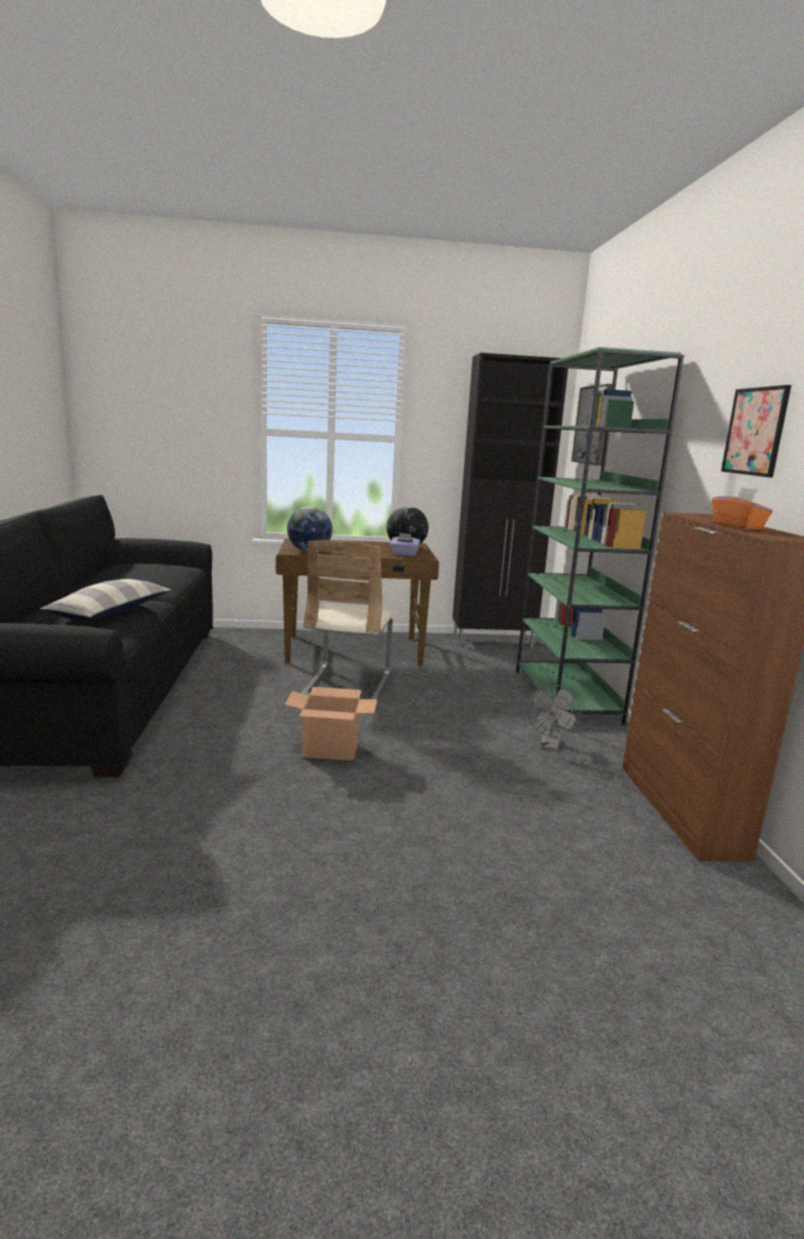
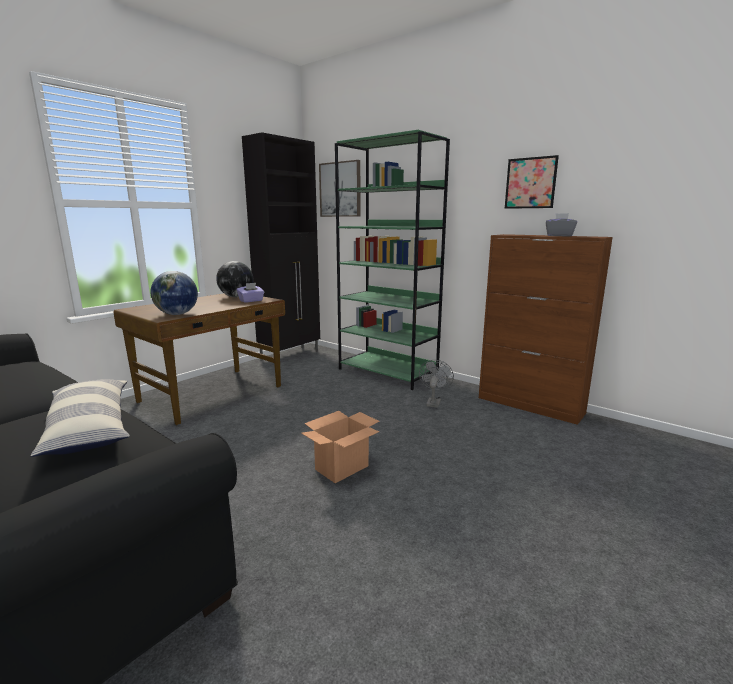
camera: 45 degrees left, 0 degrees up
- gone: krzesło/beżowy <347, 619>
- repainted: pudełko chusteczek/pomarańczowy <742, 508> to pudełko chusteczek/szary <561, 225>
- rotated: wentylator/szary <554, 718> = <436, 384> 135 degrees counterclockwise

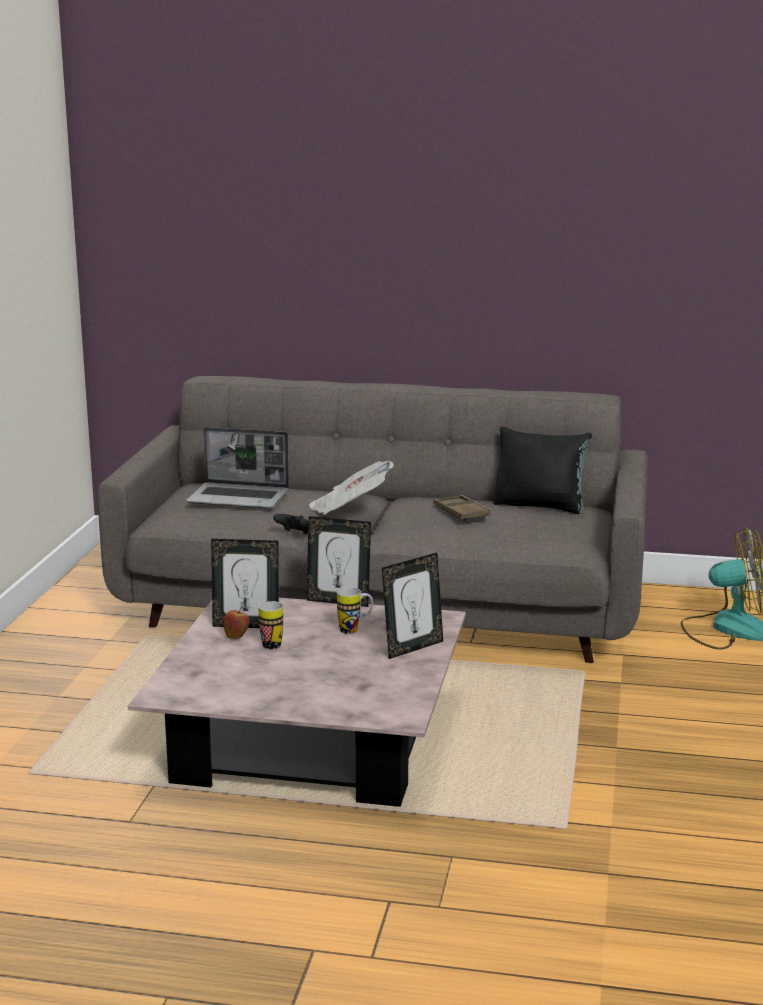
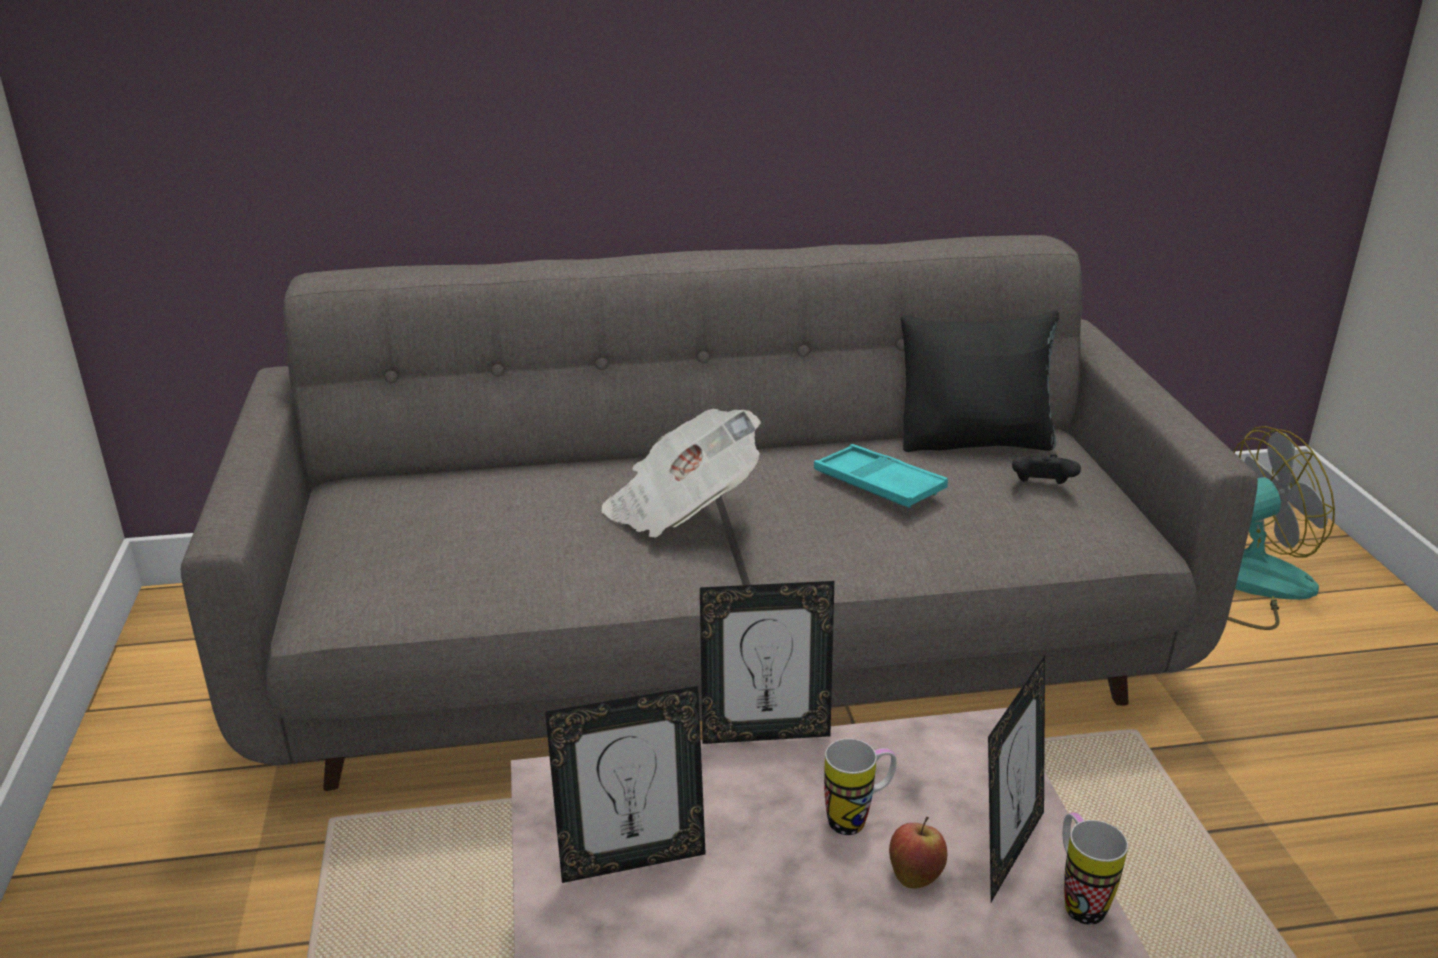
camera: 20 degrees left, 10 degrees up
- gone: laptop <237, 468>
- shifted: jabłko <236, 623> to <918, 852>
- shifted: kubek <270, 625> to <1095, 869>
- shifted: pad do gier/czarny <290, 524> to <1046, 469>
- repainted: taca/brązowy <462, 508> to taca/turkusowy <881, 476>

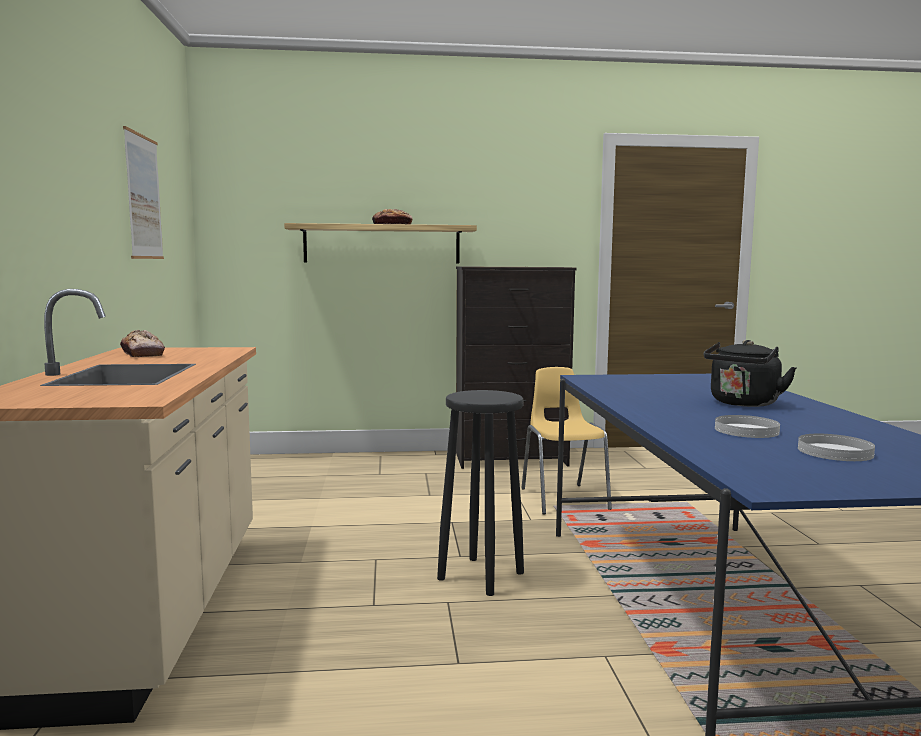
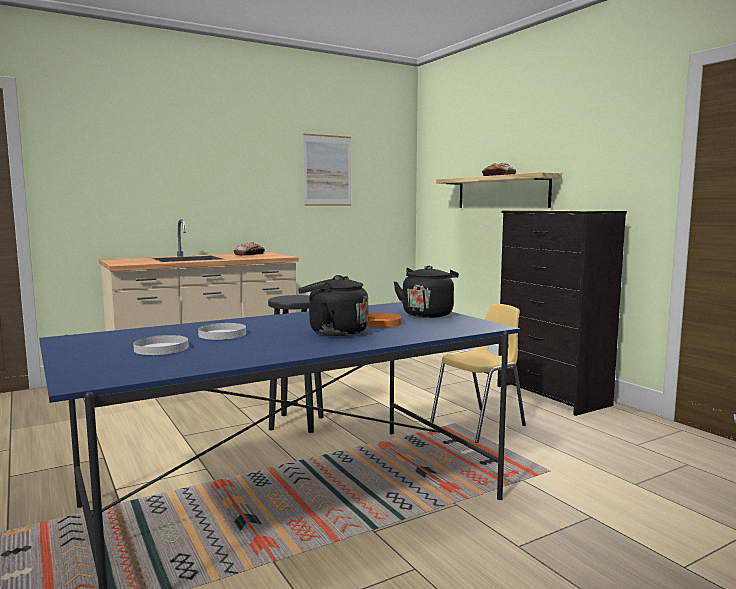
camera: 65 degrees right, 0 degrees up
- new: talerz/pomarańczowy <384, 320>
- new: czajnik/czarny <426, 292>

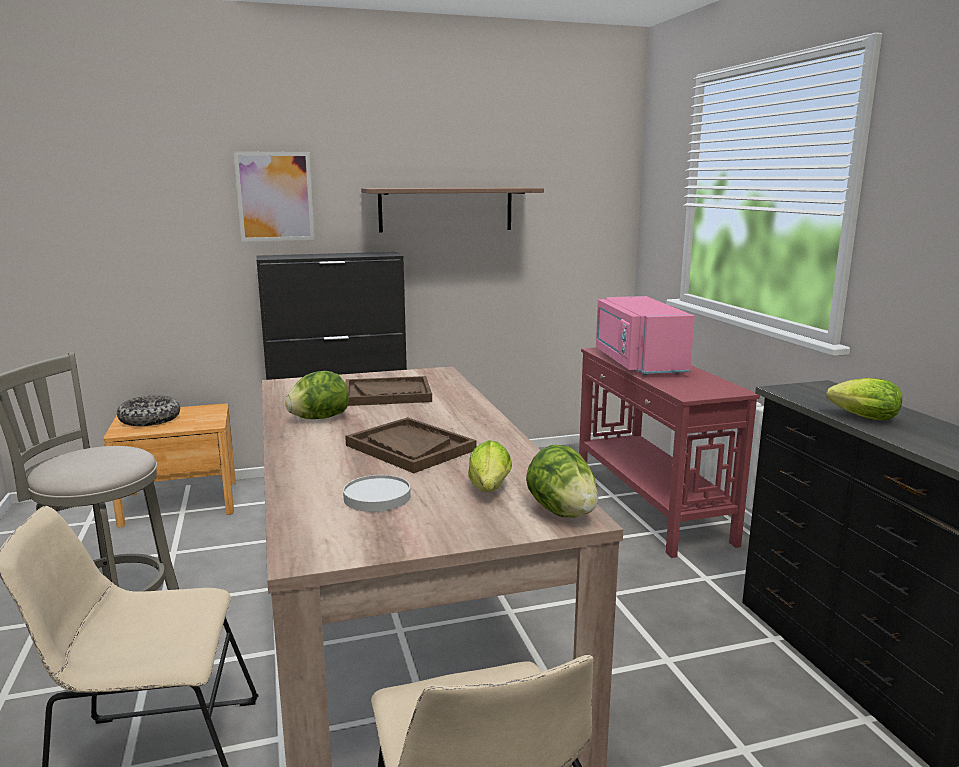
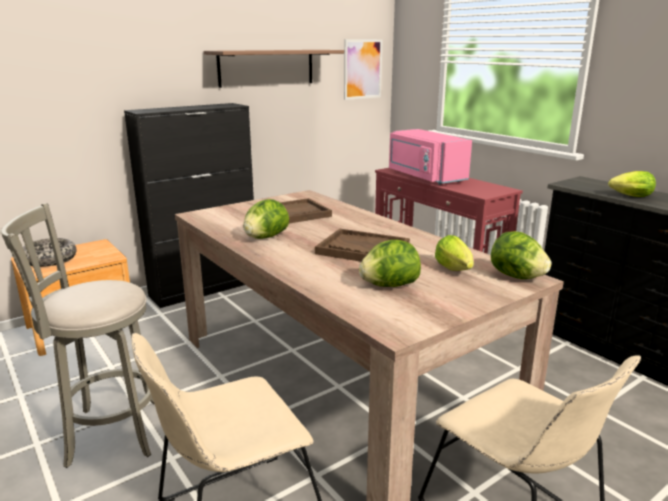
camera: 20 degrees left, 5 degrees up
- shifted: obraz <274, 196> to <363, 69>
- swapped: talerz/biały <377, 493> to sałata <390, 263>

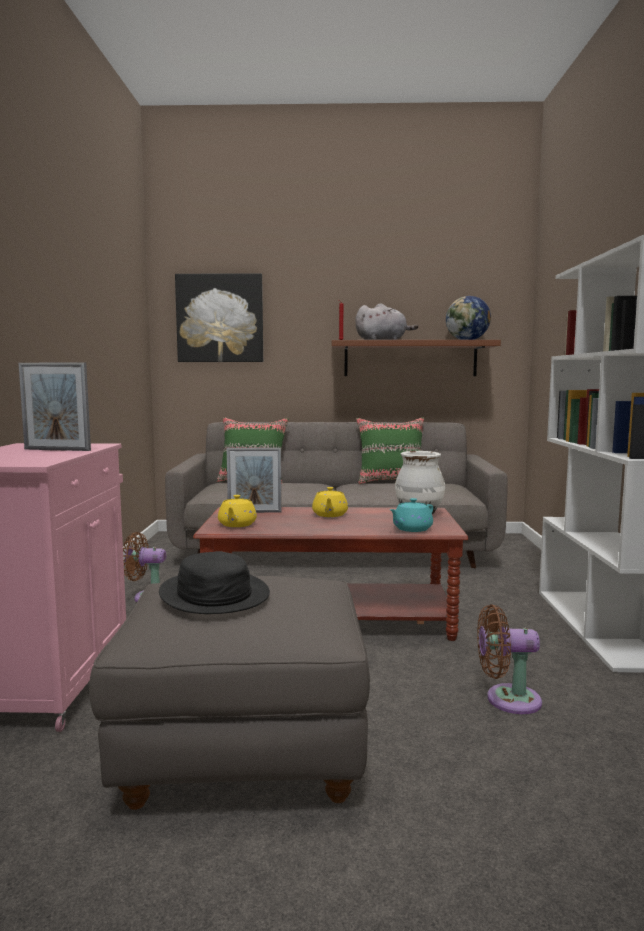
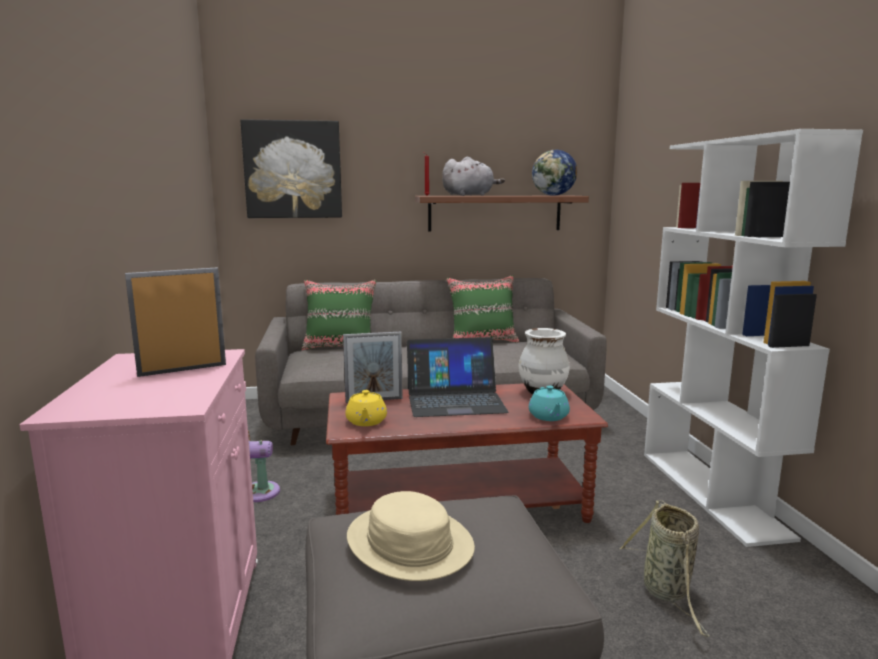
camera: 10 degrees left, 5 degrees up
- swapped: imbryk/żółty <330, 502> to laptop <458, 377>
- swapped: wentylator/brązowy <509, 659> to koszyk <664, 568>
- repainted: kapelusz/czarny <214, 583> to kapelusz/beżowy <411, 536>
- rotated: ramka na zdjęcie <54, 406> = <175, 322> 150 degrees clockwise
- rotated: imbryk/turkusowy <411, 515> = <549, 403> 45 degrees counterclockwise

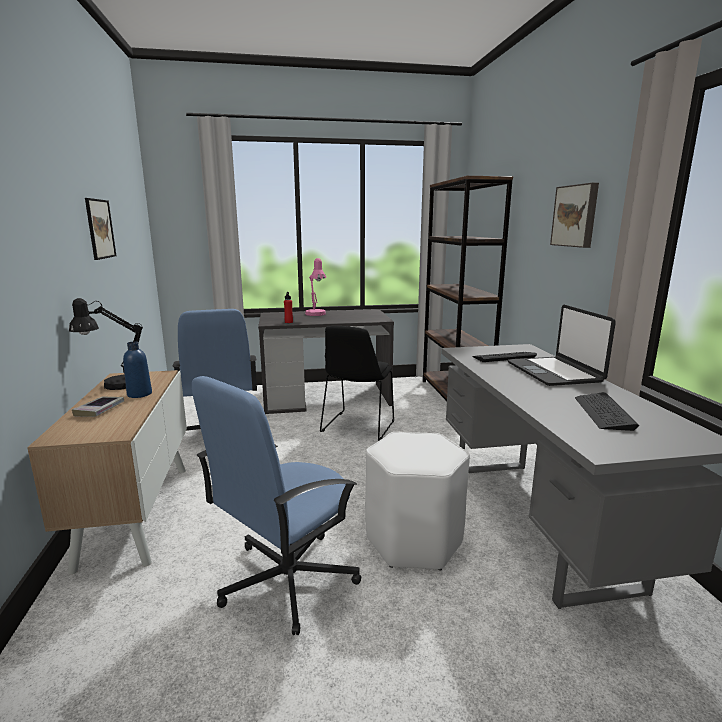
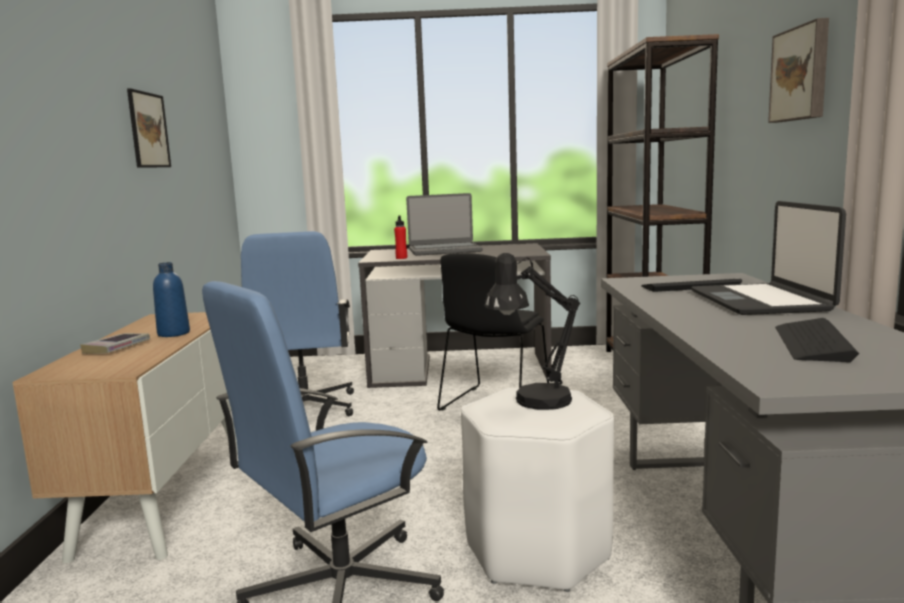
camera: 10 degrees right, 5 degrees down
- shifted: lampa stołowa/czarny <106, 344> to <532, 331>
- swapped: lampa stołowa/różowy <315, 287> to laptop <444, 224>

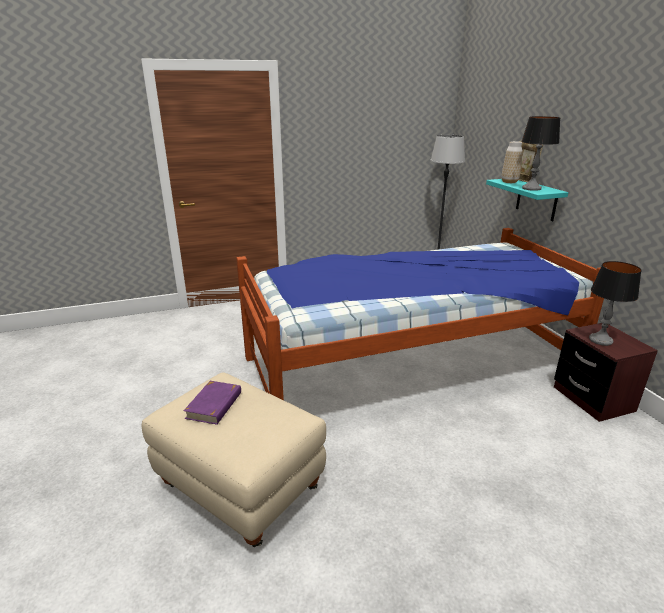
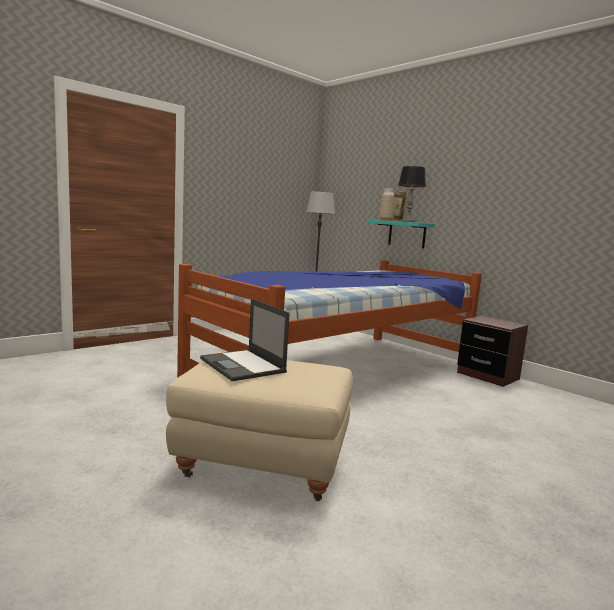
camera: 25 degrees left, 15 degrees down
- gone: lampa stołowa <615, 303>
- swapped: książka/fioletowy <212, 403> to laptop <245, 340>

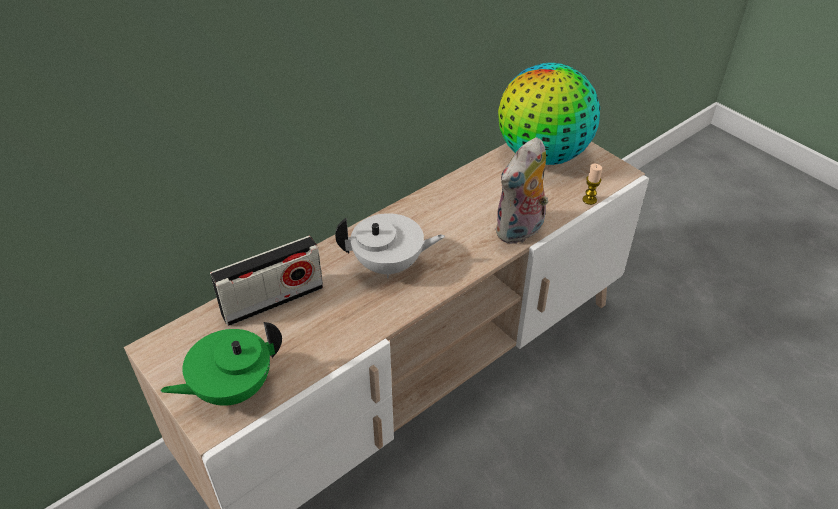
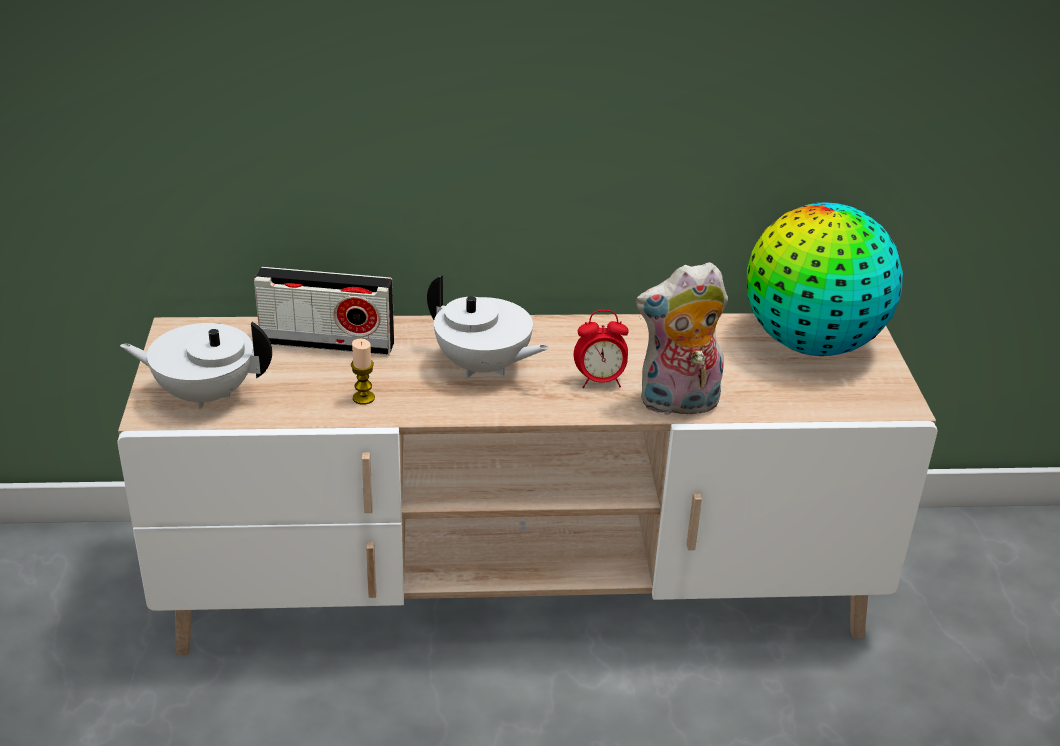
camera: 35 degrees right, 10 degrees down
- new: budzik <601, 349>
- shifted: świeca <592, 184> to <363, 372>
- repainted: imbryk/zielony <221, 364> to imbryk/biały <196, 365>

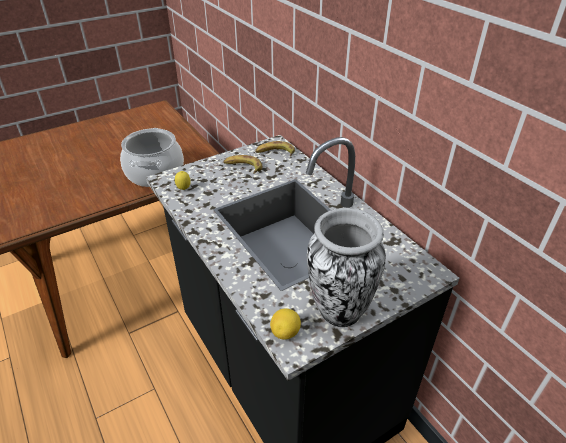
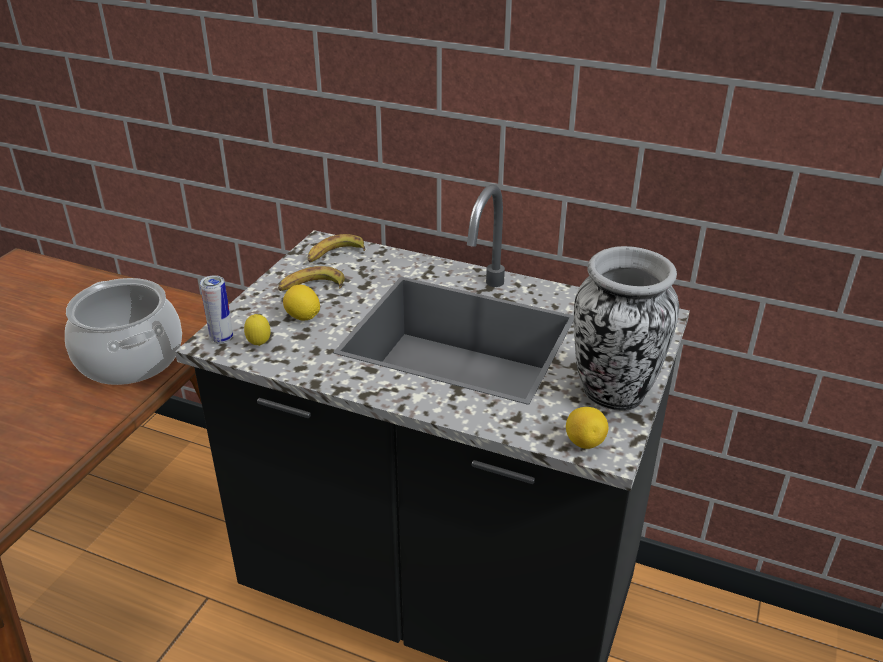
camera: 35 degrees left, 5 degrees down
- new: puszka <216, 309>
- new: cytryna <301, 303>

